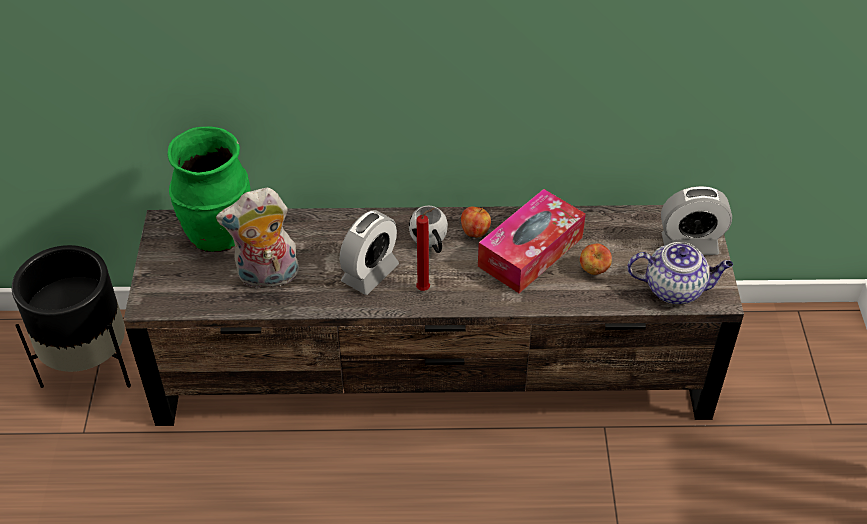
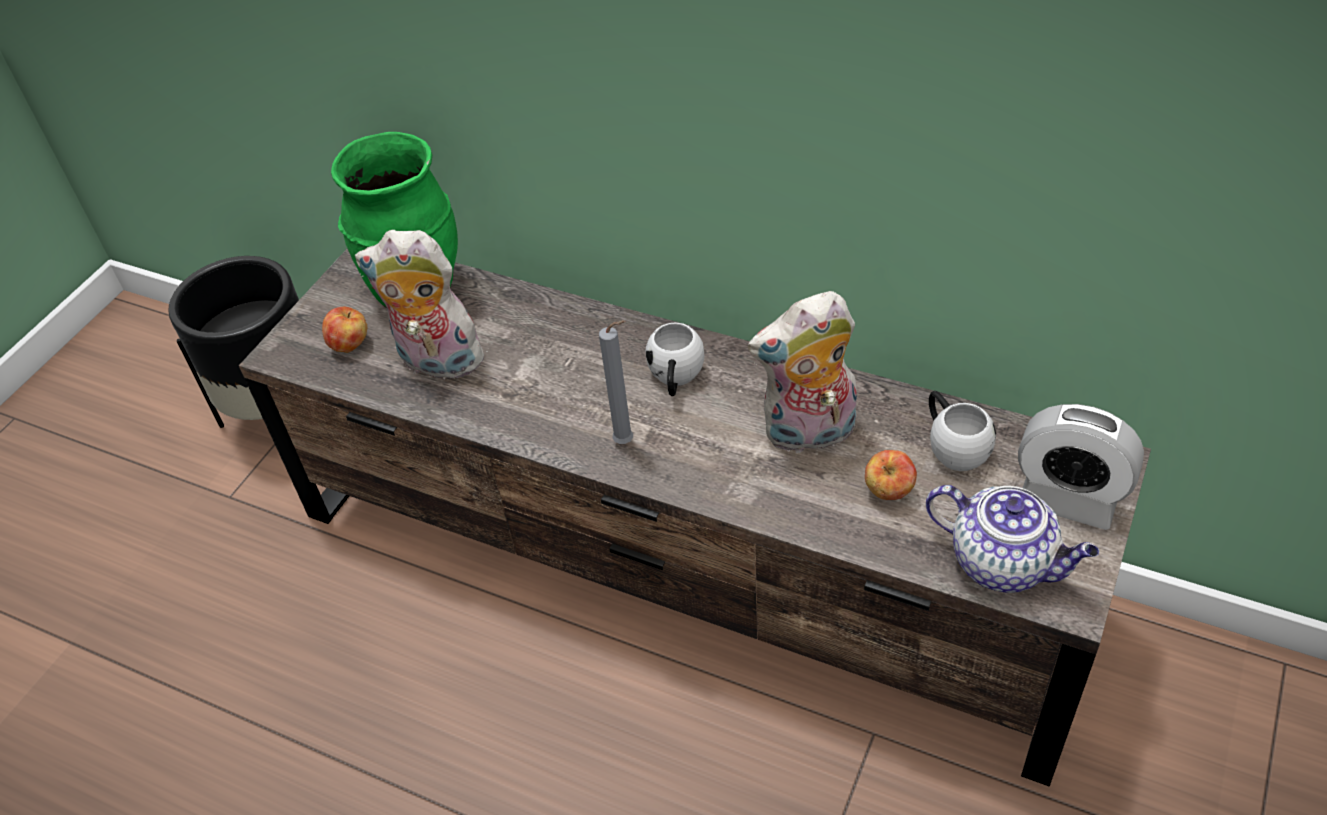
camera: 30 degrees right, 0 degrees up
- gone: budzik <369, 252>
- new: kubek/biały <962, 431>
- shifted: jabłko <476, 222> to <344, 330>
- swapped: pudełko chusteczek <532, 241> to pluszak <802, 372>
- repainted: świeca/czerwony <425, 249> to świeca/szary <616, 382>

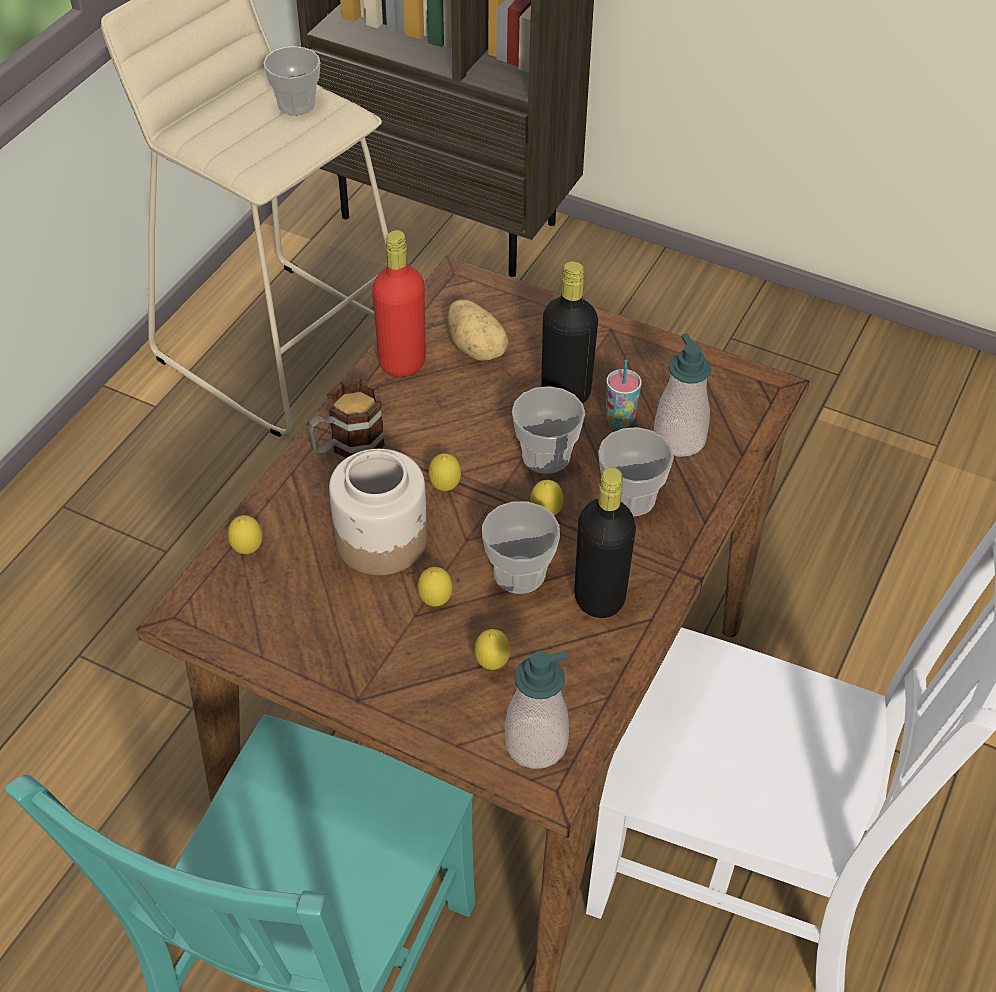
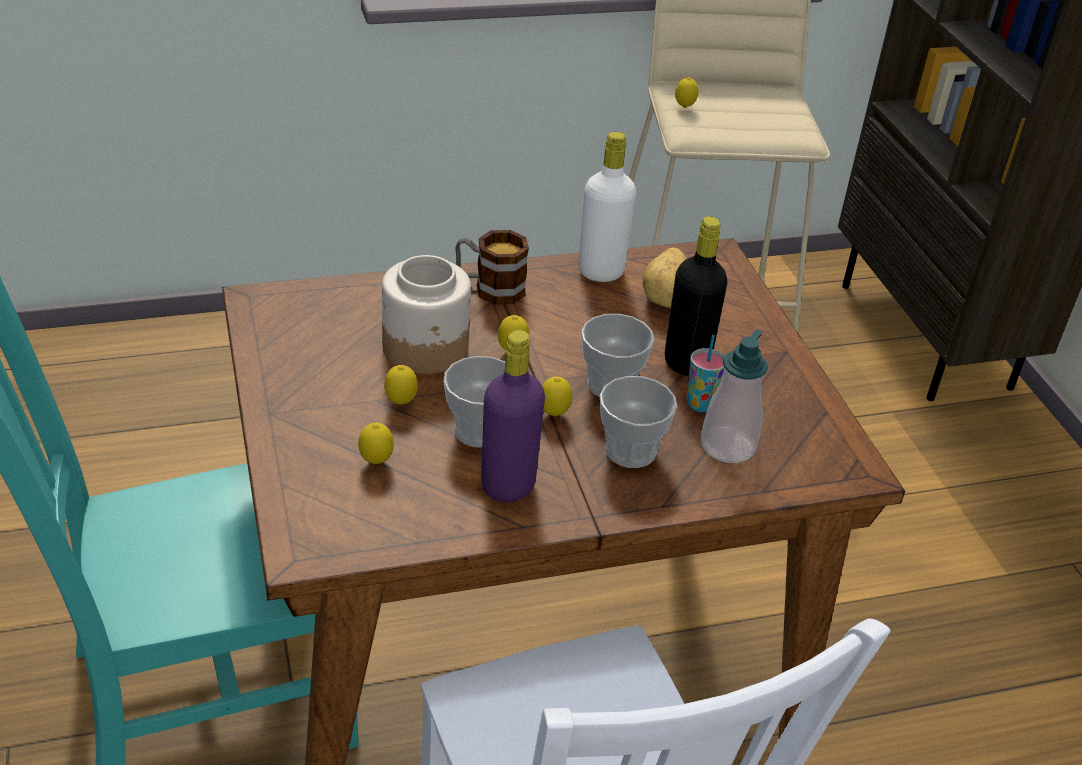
camera: 45 degrees right, 10 degrees down
- gone: filiżanka <291, 81>
- gone: dozownik mydła <537, 710>
- shifted: cytryna <245, 534> to <686, 92>
- repainted: butelka/czerwony <399, 303> to butelka/biały <607, 207>
- repainted: butelka/czarny <605, 542> to butelka/fioletowy <513, 416>

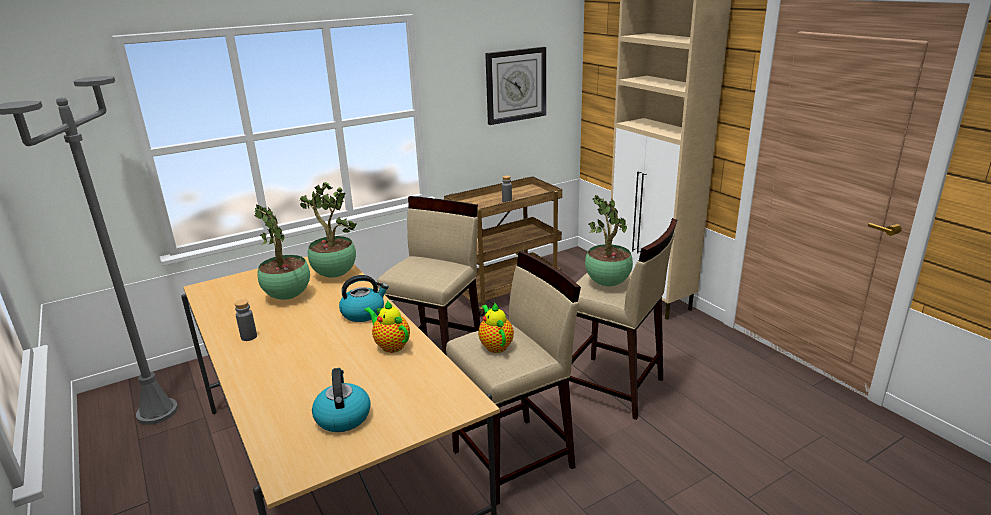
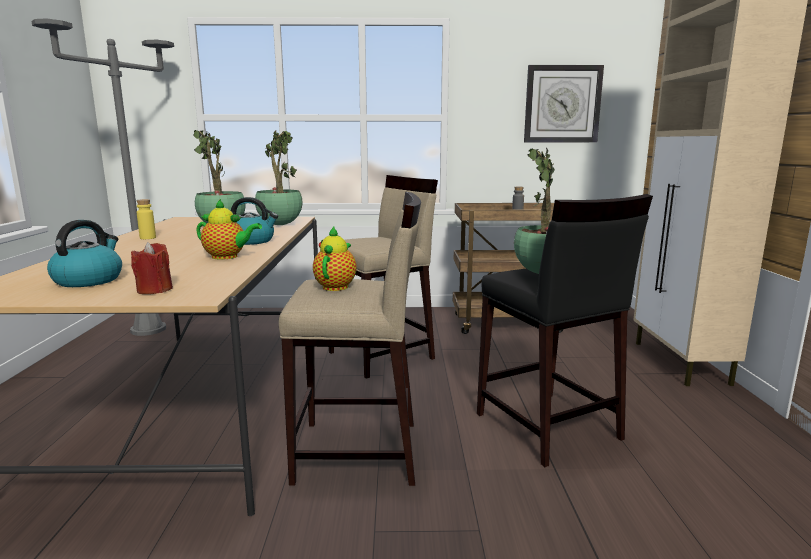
camera: 30 degrees right, 10 degrees down
- new: świeca/czerwony <152, 268>
- repainted: butelka/szary <246, 320> to butelka/żółty <146, 219>
- repainted: stołek/beżowy <623, 319> to stołek/czarny <565, 330>
- rotated: imbryk <387, 326> = <229, 229> 120 degrees clockwise

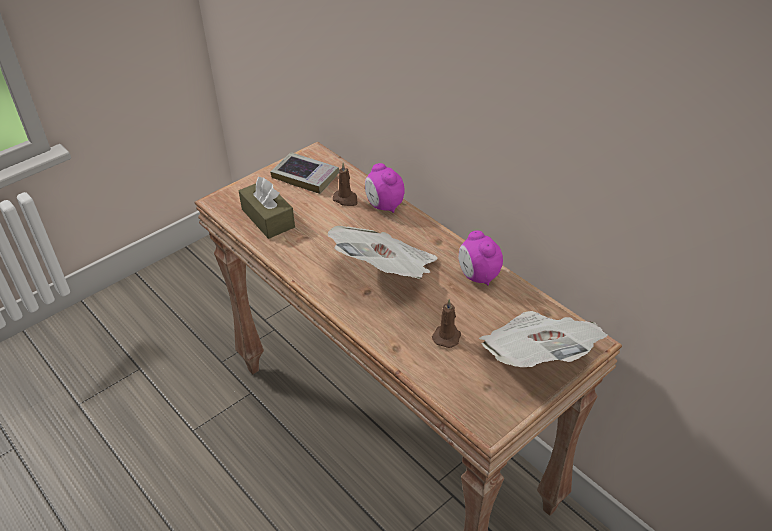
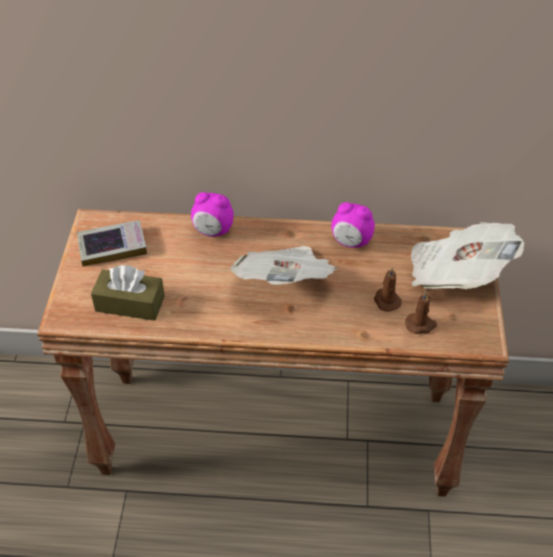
camera: 45 degrees left, 5 degrees up
- shifted: świeca/brązowy <345, 184> to <421, 312>

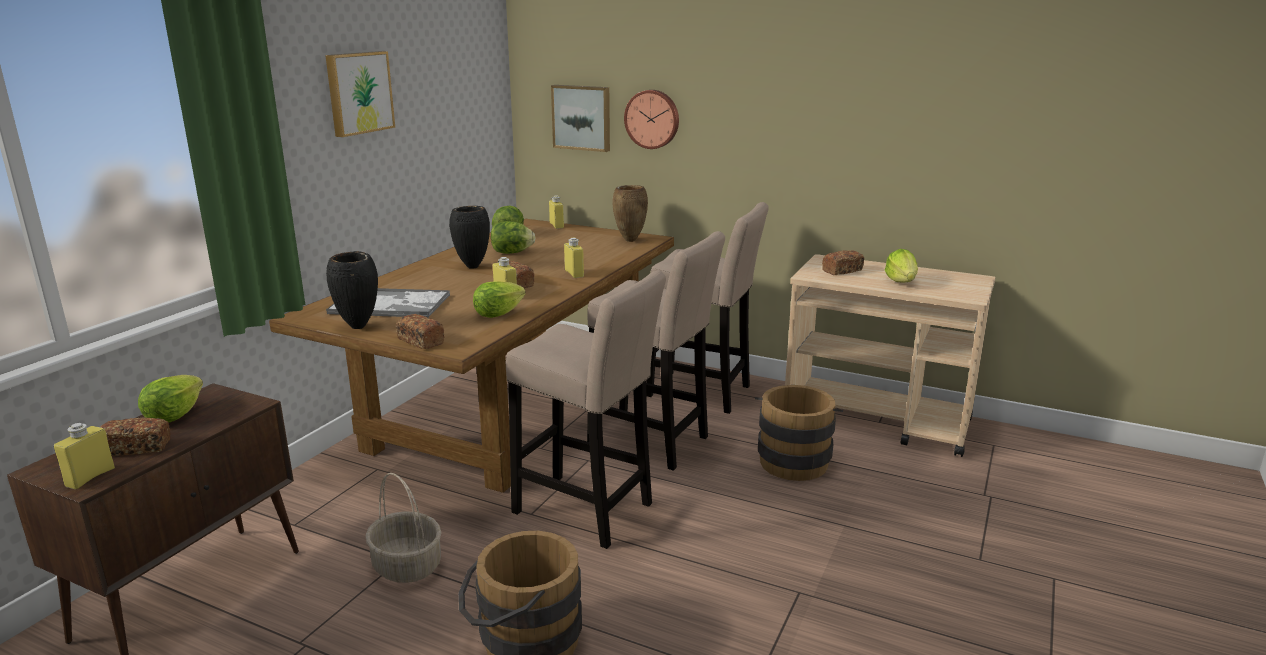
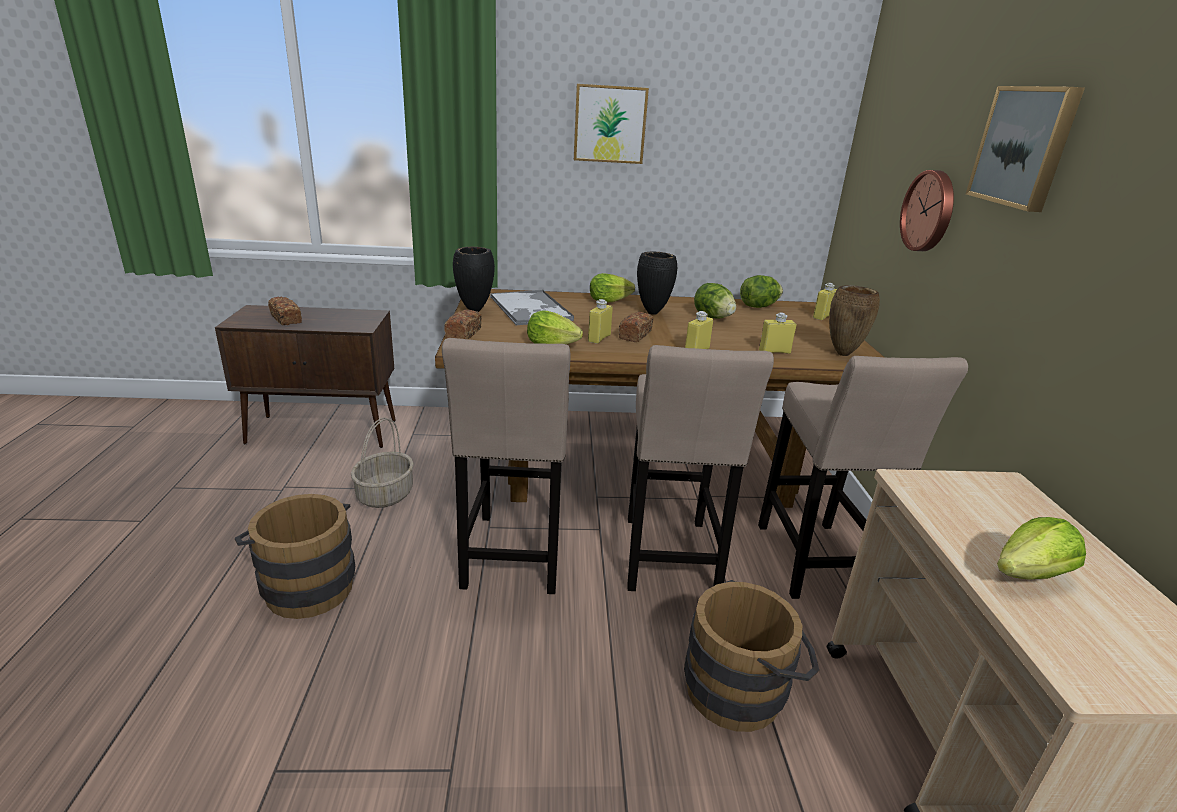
camera: 60 degrees right, 5 degrees up
- gone: chleb <843, 262>
- shifted: butelka/żółty <84, 456> to <778, 333>
- shifted: sałata <170, 399> to <612, 287>
- shifted: obraz <580, 118> to <1025, 149>

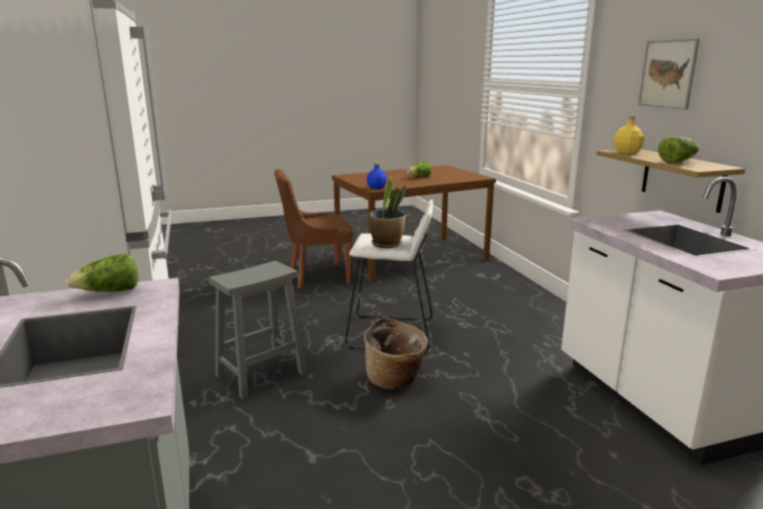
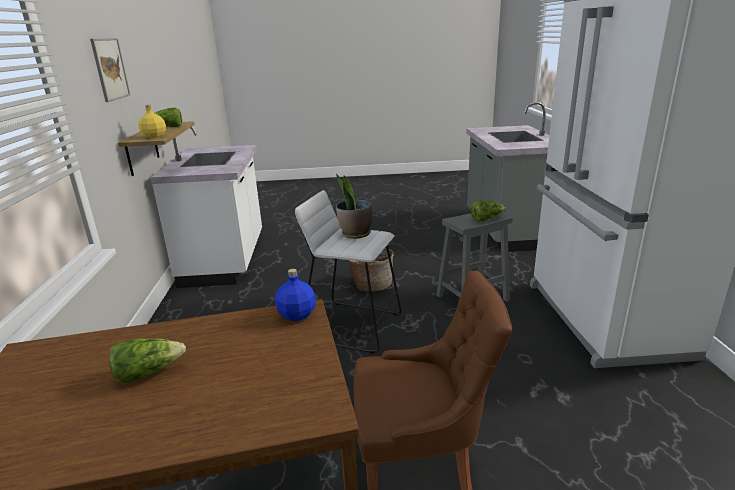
camera: 165 degrees left, 5 degrees up
- shifted: sałata <101, 273> to <488, 211>

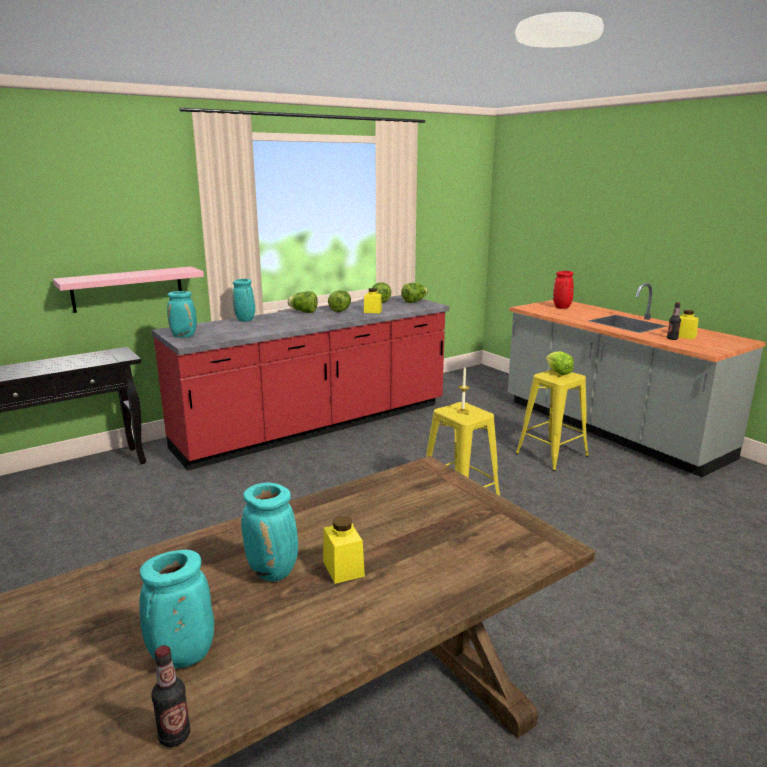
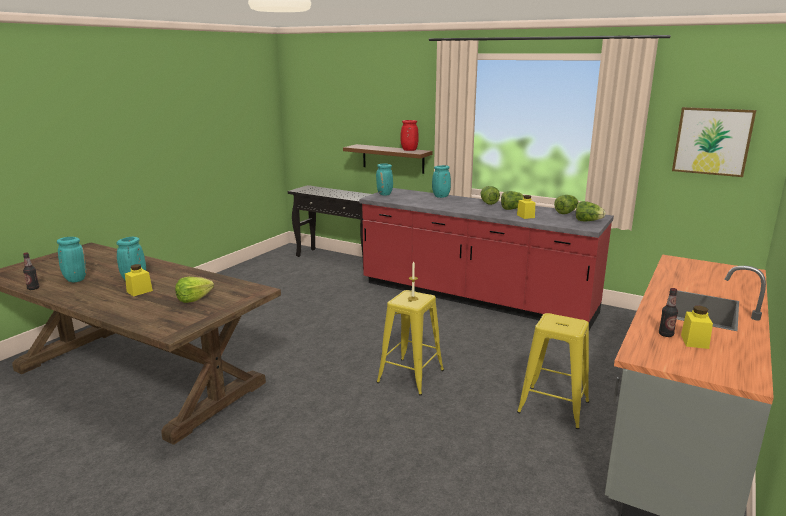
camera: 65 degrees right, 0 degrees up
- new: obraz <714, 142>
- shifted: sałata <560, 363> to <194, 290>
- shifted: wazon/czerwony <563, 290> to <409, 135>
- repainted: półka/różowy <128, 289> to półka/brązowy <387, 159>

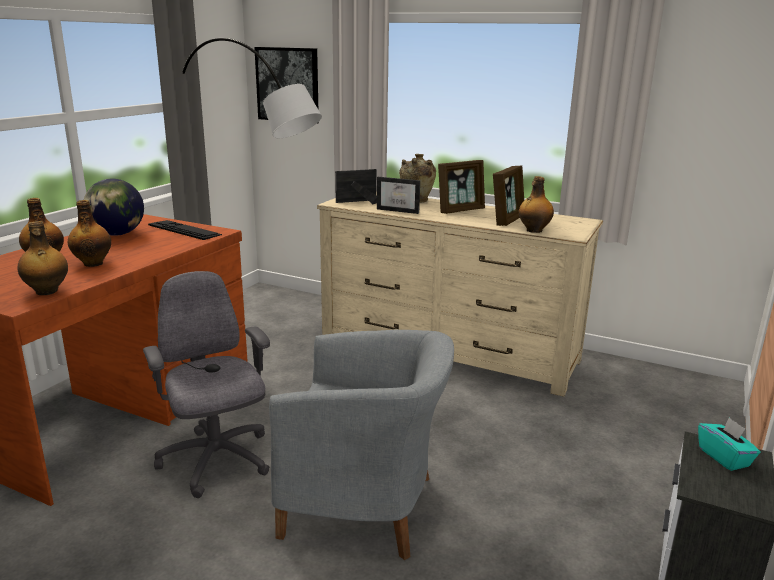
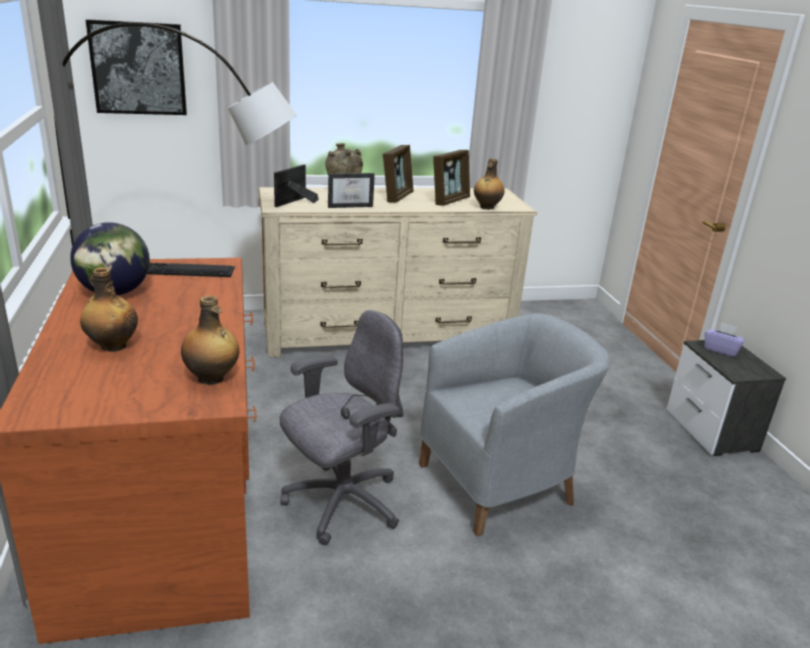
camera: 40 degrees left, 5 degrees up
- gone: butelka <89, 233>
- repainted: pudełko chusteczek/turkusowy <729, 444> to pudełko chusteczek/fioletowy <725, 339>
- rotated: krzesło biurowe/szary <206, 384> = <342, 427> 120 degrees clockwise
- rotated: ramka na zdjęcie <508, 196> = <451, 178> 45 degrees clockwise

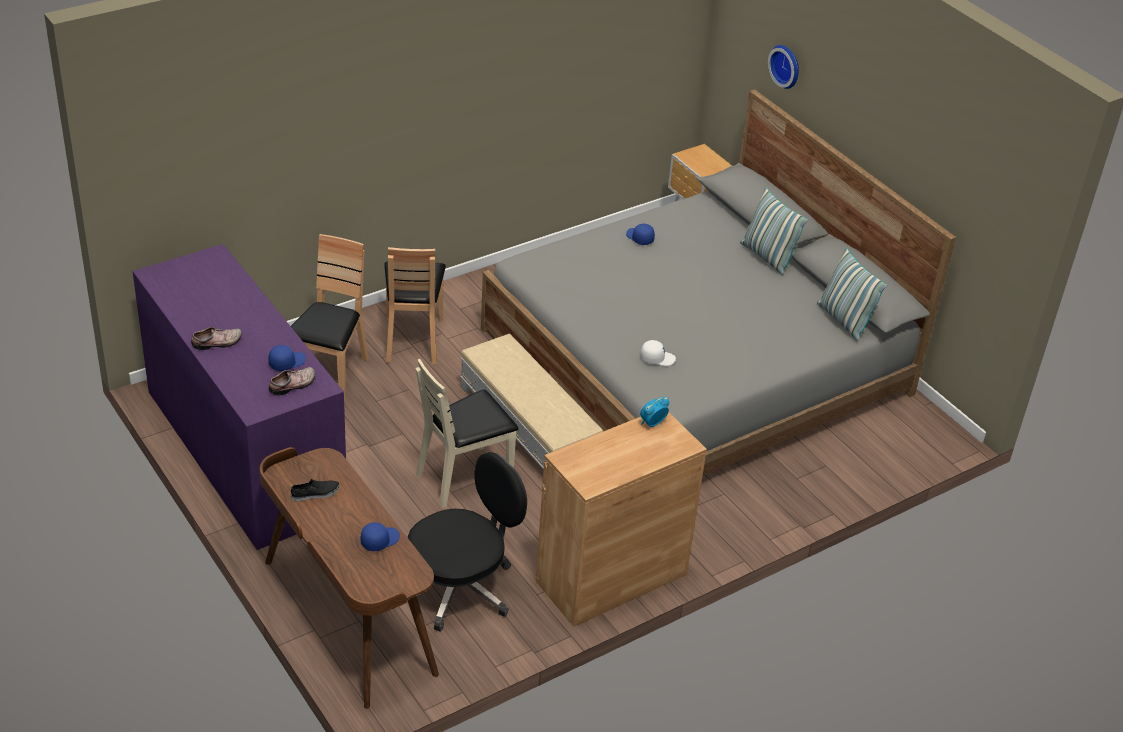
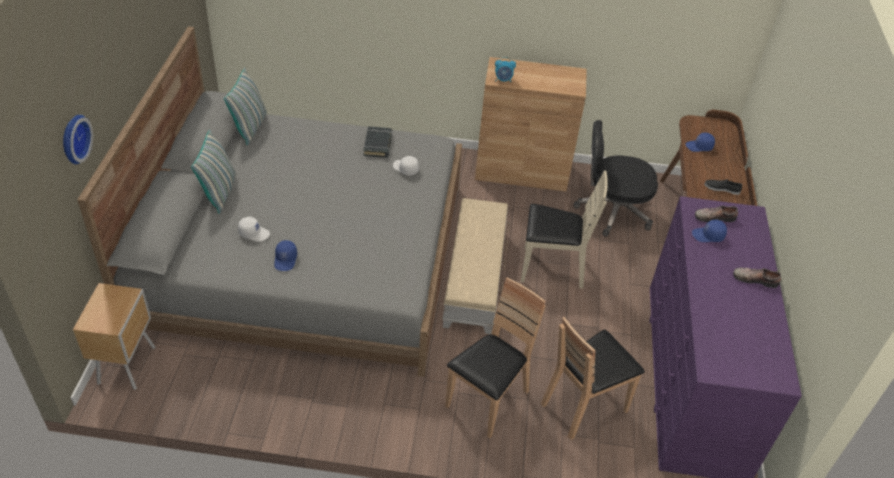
camera: 140 degrees left, 5 degrees up
- new: czapka z daszkiem/biały <254, 229>
- new: książka/czarny <377, 142>

